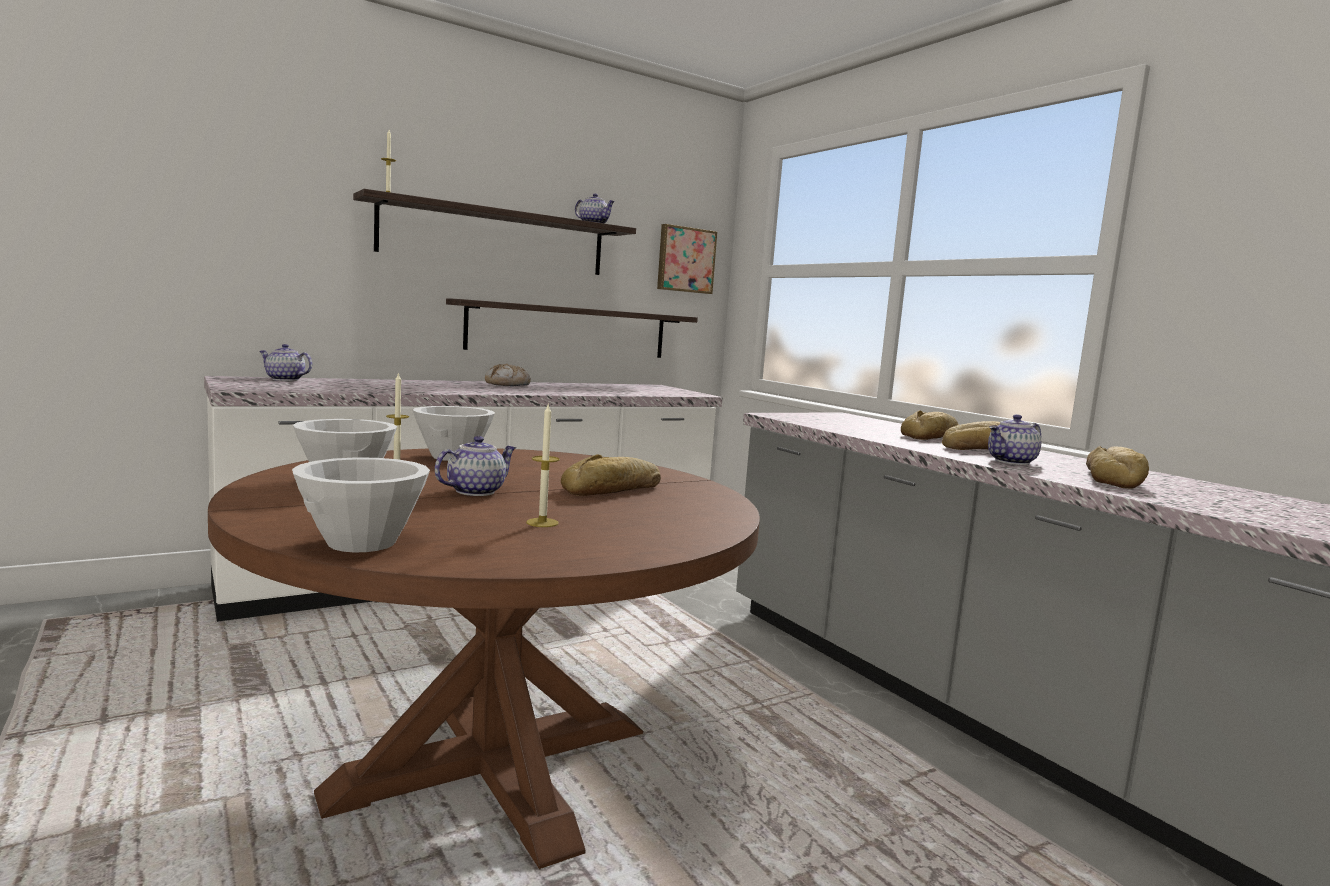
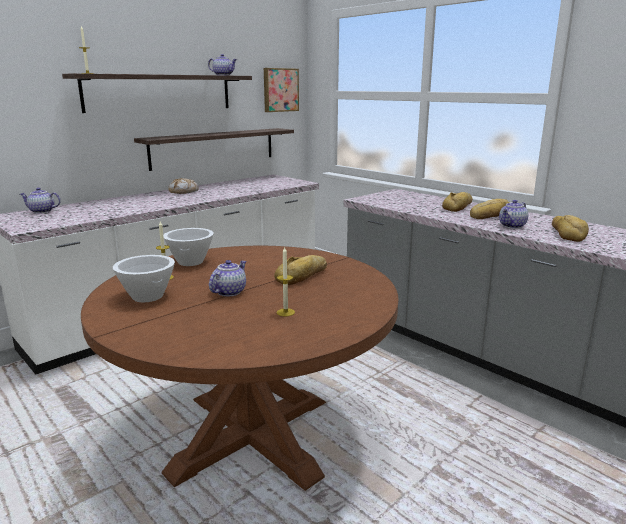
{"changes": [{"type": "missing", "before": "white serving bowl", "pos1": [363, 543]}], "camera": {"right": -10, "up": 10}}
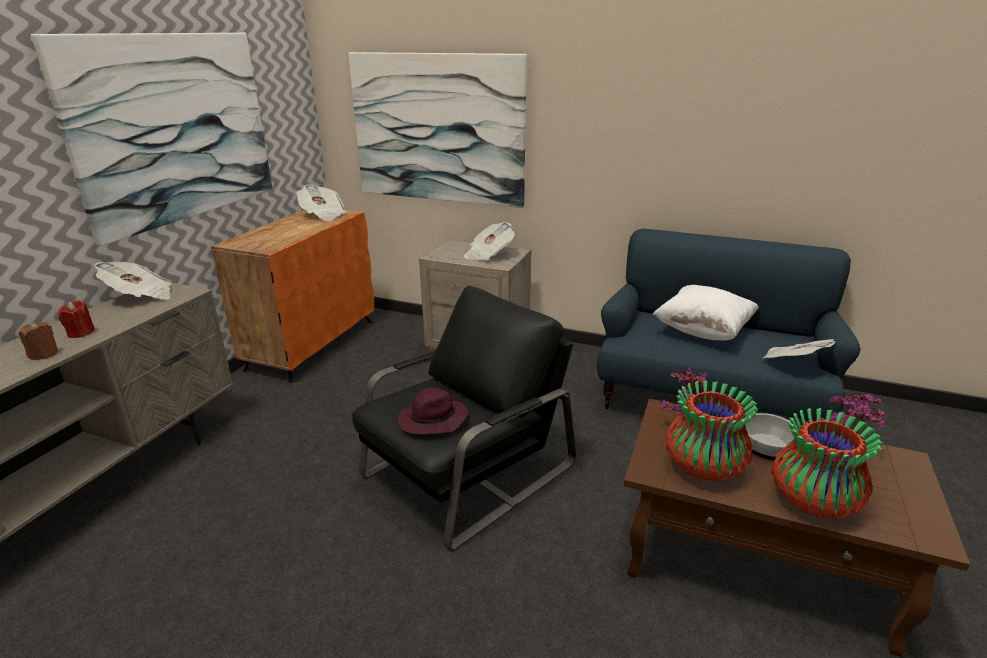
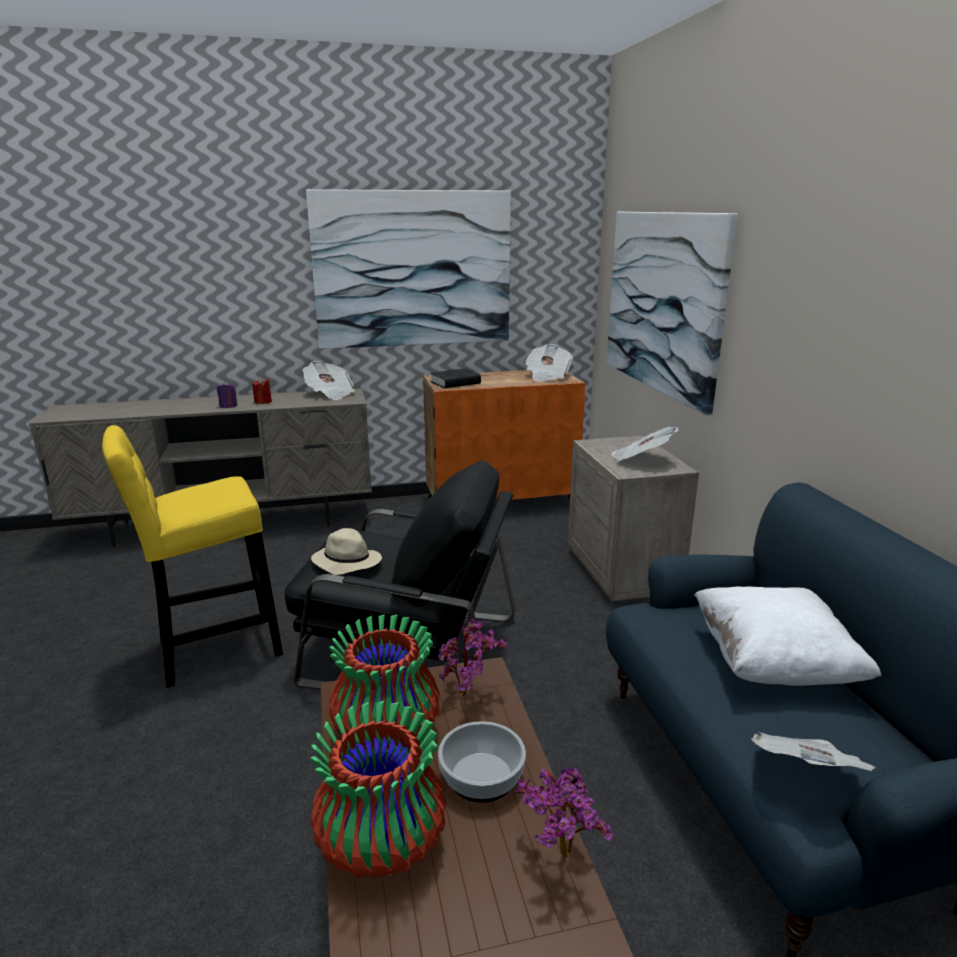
{"changes": [{"type": "colour", "before": "brownish candle", "after": "purplish candle", "pos1": [44, 354], "pos2": [228, 406]}, {"type": "colour", "before": "purplish wearable hat", "after": "sand-coloured wearable hat", "pos1": [432, 421], "pos2": [346, 562]}, {"type": "appeared", "after": "black-coloured book", "pos2": [455, 383]}, {"type": "appeared", "after": "yellowish stool", "pos2": [212, 650]}], "camera": {"right": 55, "up": -5}}
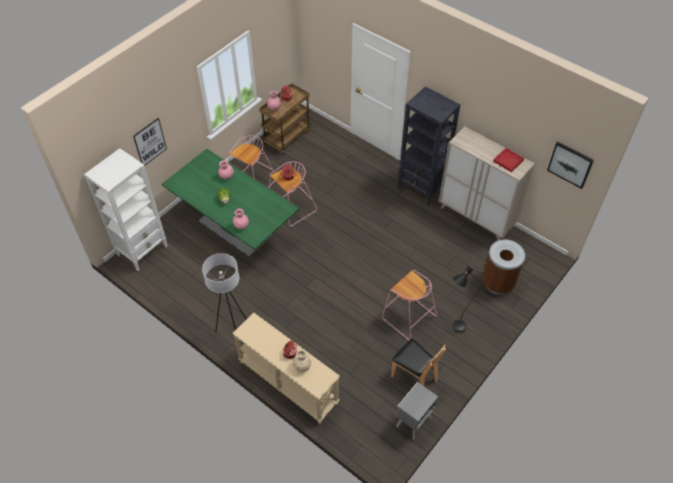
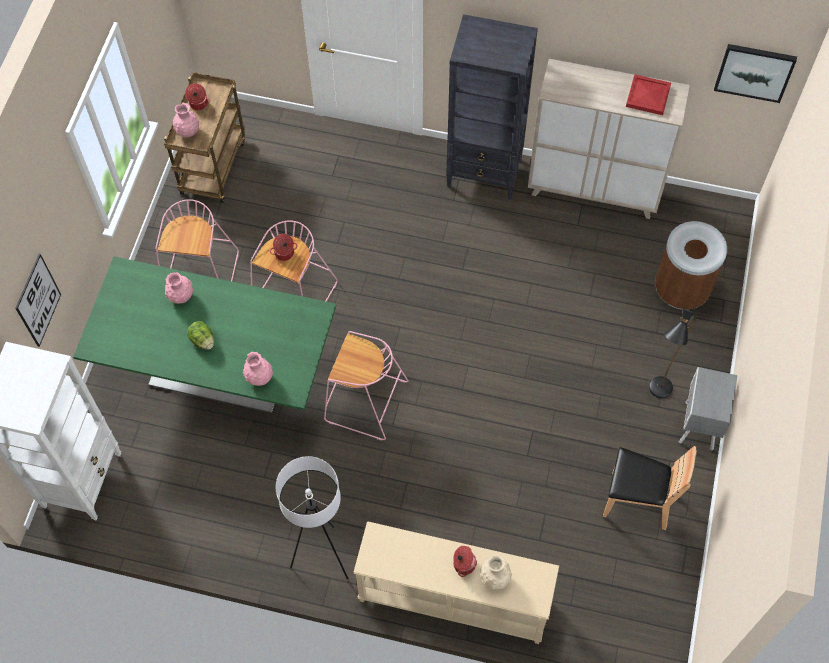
{"changes": [{"type": "relocated", "before": "pinkish stool", "pos1": [408, 317], "pos2": [364, 402]}, {"type": "relocated", "before": "gray bedside table", "pos1": [412, 422], "pos2": [698, 427]}], "camera": {"right": -25, "up": 10}}
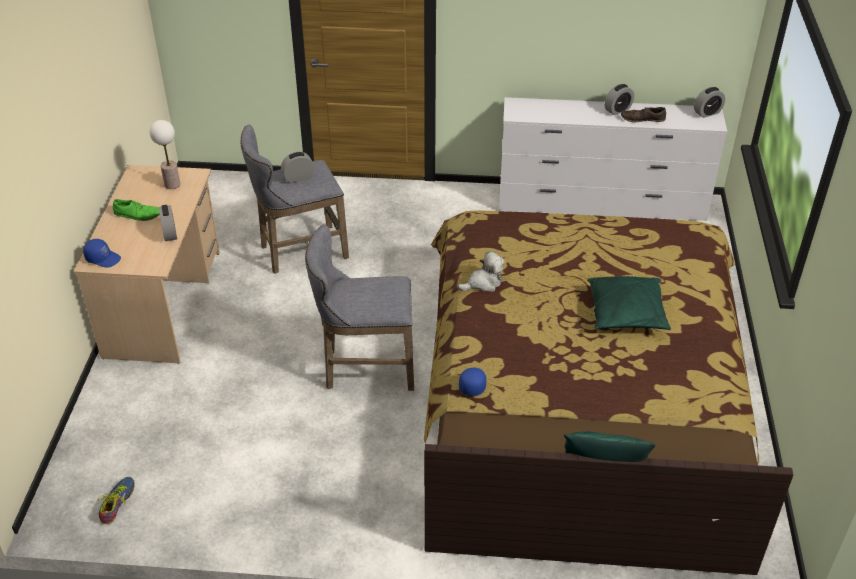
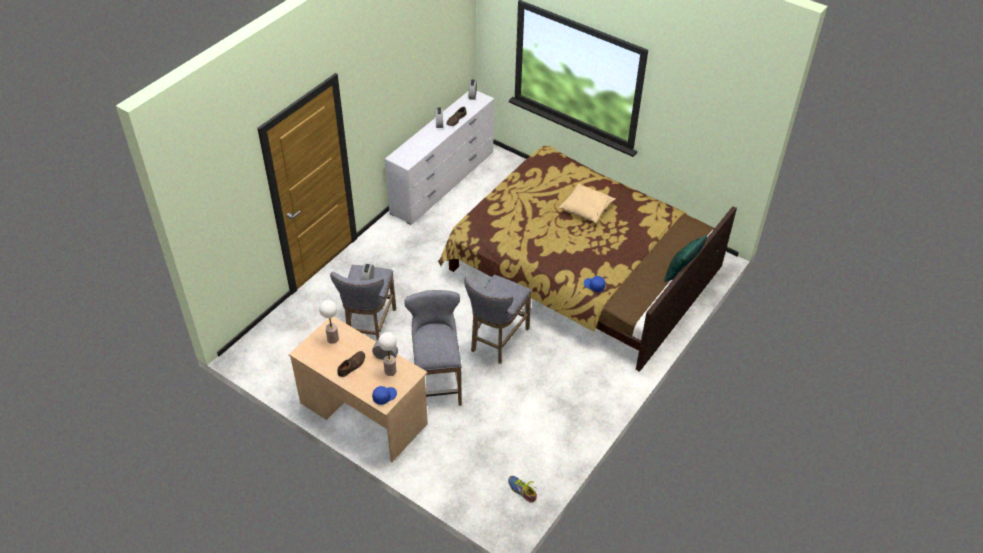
{"changes": [{"type": "colour", "before": "greenish item of footwear", "after": "brownish item of footwear", "pos1": [138, 214], "pos2": [351, 366]}, {"type": "missing", "before": "cuddly toy", "pos1": [483, 283]}, {"type": "colour", "before": "greenish throw pillow", "after": "sand-coloured throw pillow", "pos1": [626, 314], "pos2": [586, 209]}, {"type": "appeared", "after": "gray stool", "pos2": [437, 381]}, {"type": "appeared", "after": "lamp for a table", "pos2": [390, 371]}], "camera": {"right": -60, "up": 5}}
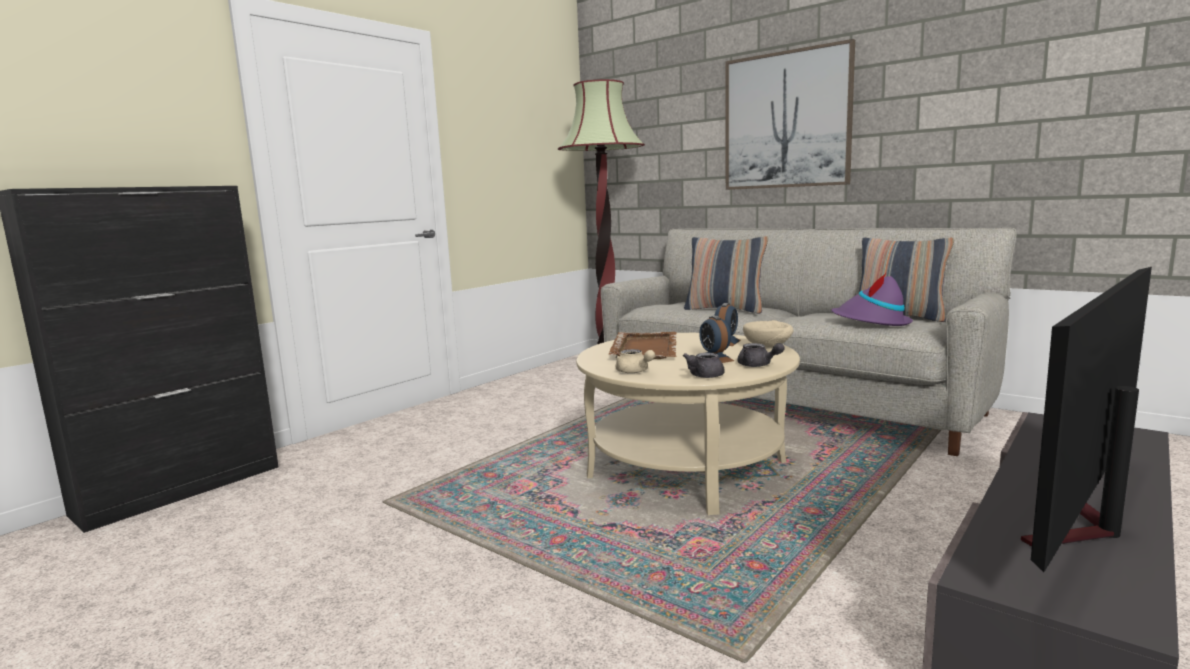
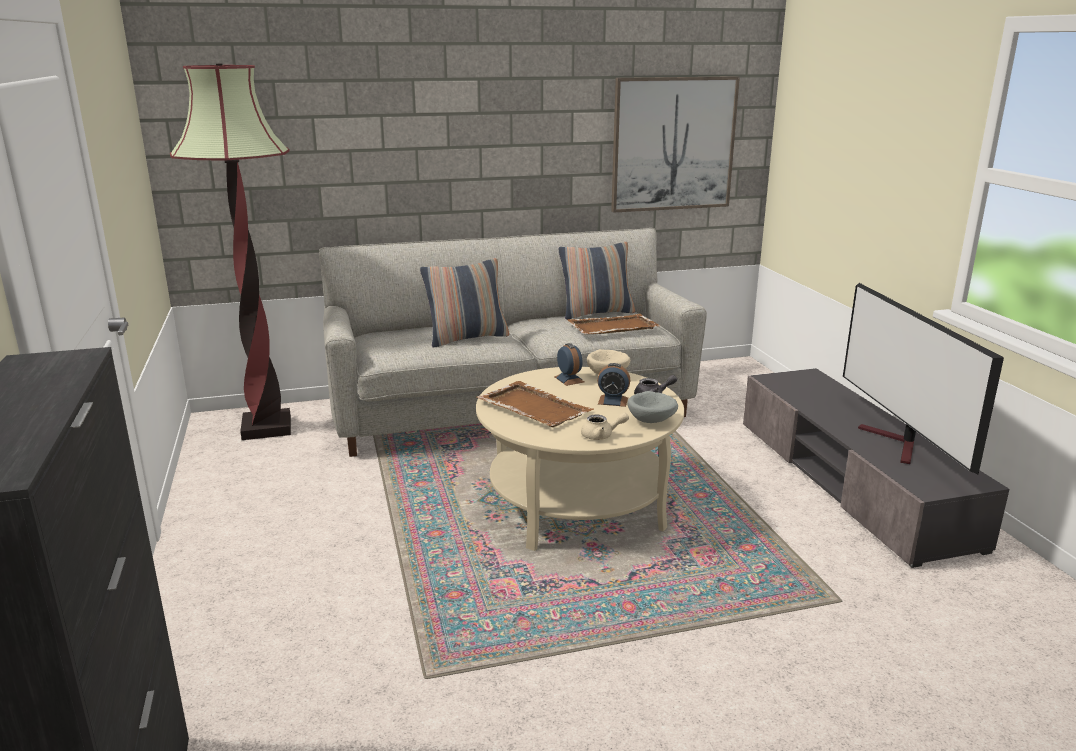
{"changes": [{"type": "relocated", "before": "picture", "pos1": [786, 120], "pos2": [673, 144]}, {"type": "exchanged", "before": "purplish wearable hat", "after": "brownish tray", "pos1": [871, 322], "pos2": [612, 327]}, {"type": "exchanged", "before": "gray teapot", "after": "gray serving bowl", "pos1": [703, 376], "pos2": [652, 421]}], "camera": {"right": -55, "up": 10}}
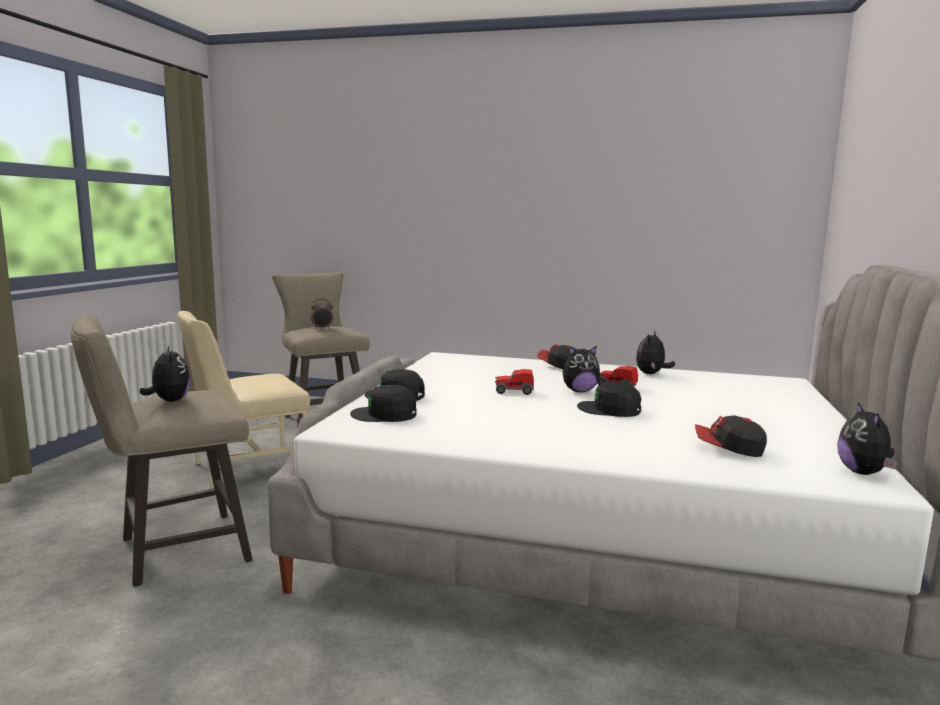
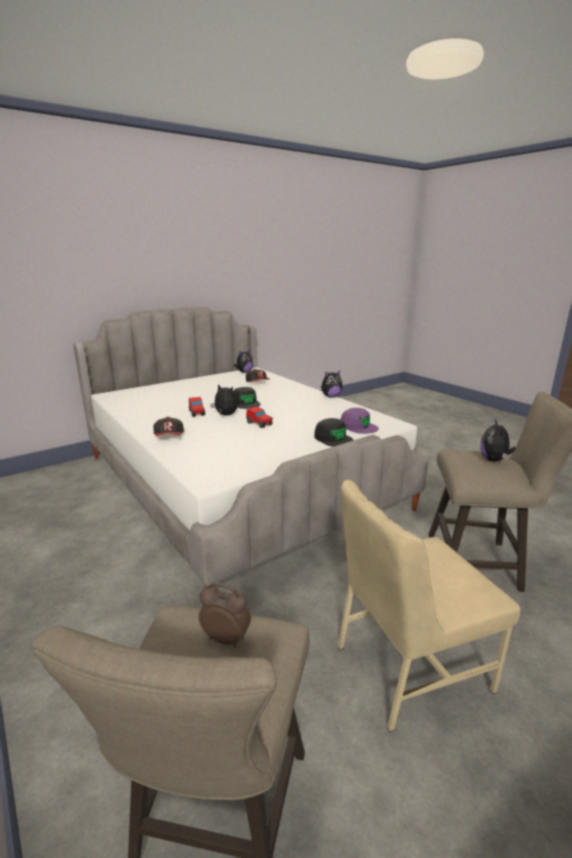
{"changes": [{"type": "spun", "before": "sand-coloured plain chair", "pos1": [248, 468], "pos2": [408, 666], "turn": 150}, {"type": "relocated", "before": "cuddly toy", "pos1": [651, 374], "pos2": [331, 396]}, {"type": "colour", "before": "black-coloured baseball cap", "after": "purplish baseball cap", "pos1": [385, 414], "pos2": [358, 426]}], "camera": {"right": -140, "up": 10}}
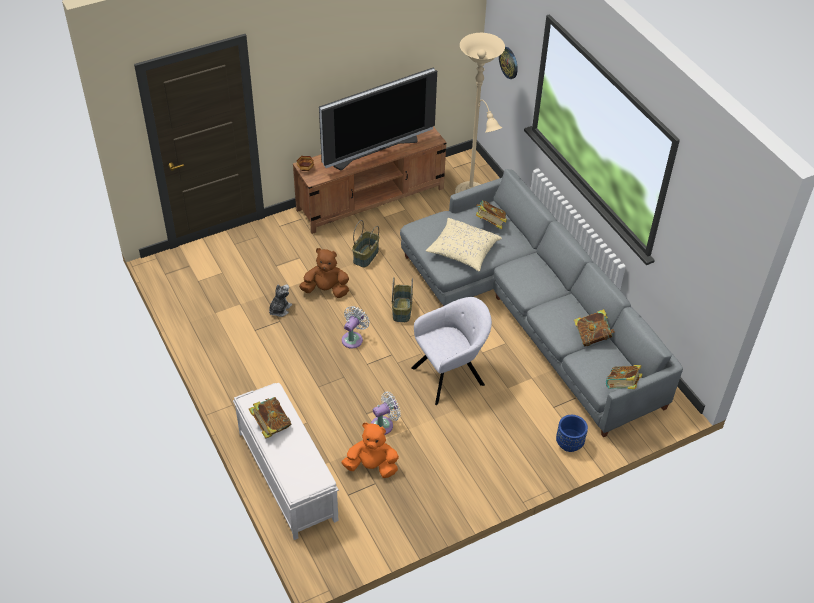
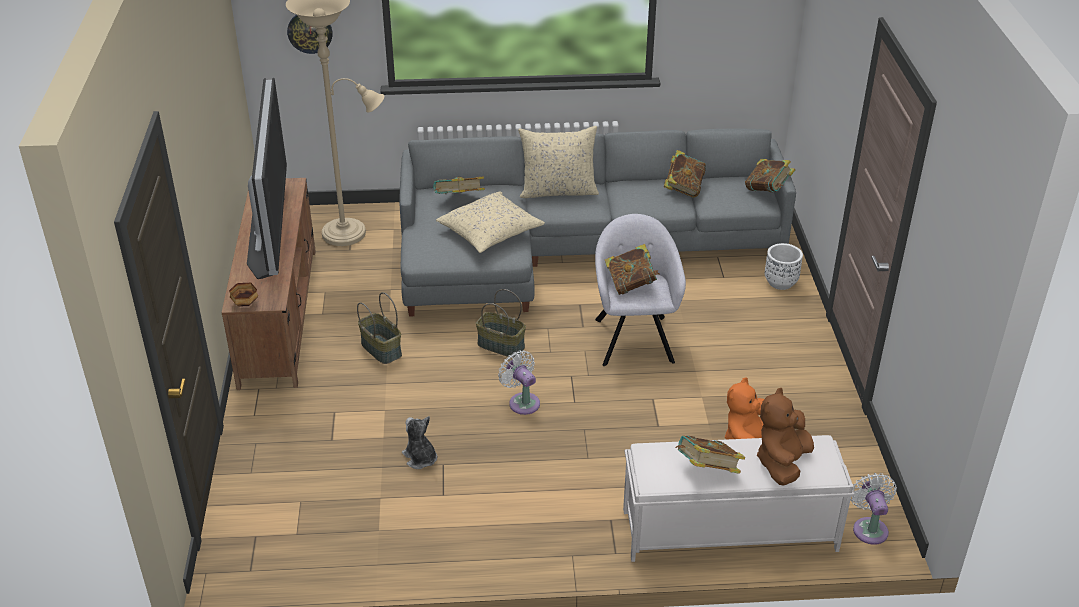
{"changes": [{"type": "relocated", "before": "brownish cuddly toy", "pos1": [326, 290], "pos2": [782, 463]}, {"type": "relocated", "before": "white fan", "pos1": [384, 424], "pos2": [869, 528]}, {"type": "colour", "before": "blue-coloured flower pot", "after": "white flower pot", "pos1": [569, 444], "pos2": [781, 282]}, {"type": "appeared", "after": "sand-coloured throw pillow", "pos2": [558, 191]}, {"type": "appeared", "after": "book", "pos2": [631, 285]}], "camera": {"right": -65, "up": -10}}
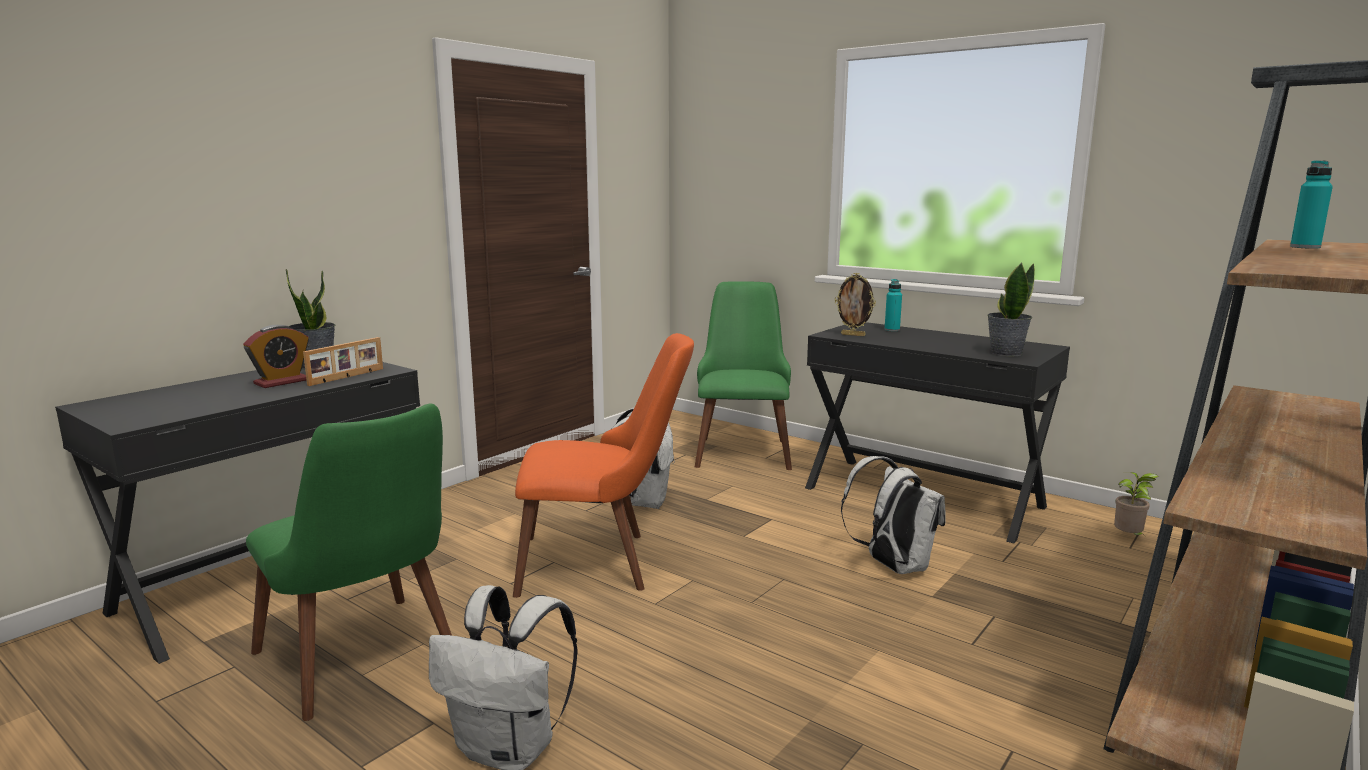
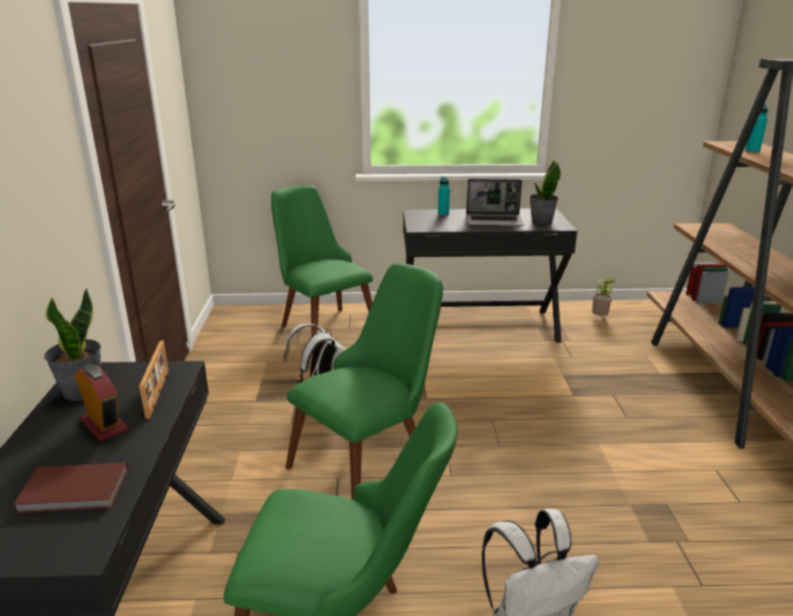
{"changes": [{"type": "missing", "before": "picture frame", "pos1": [853, 335]}, {"type": "spun", "before": "table clock", "pos1": [281, 382], "pos2": [104, 425], "turn": -45}, {"type": "colour", "before": "orange plain chair", "after": "greenish plain chair", "pos1": [603, 561], "pos2": [371, 460]}, {"type": "missing", "before": "white knapsack", "pos1": [892, 566]}, {"type": "appeared", "after": "notebook computer", "pos2": [494, 221]}, {"type": "appeared", "after": "brownish book", "pos2": [75, 492]}], "camera": {"right": -40, "up": 10}}
